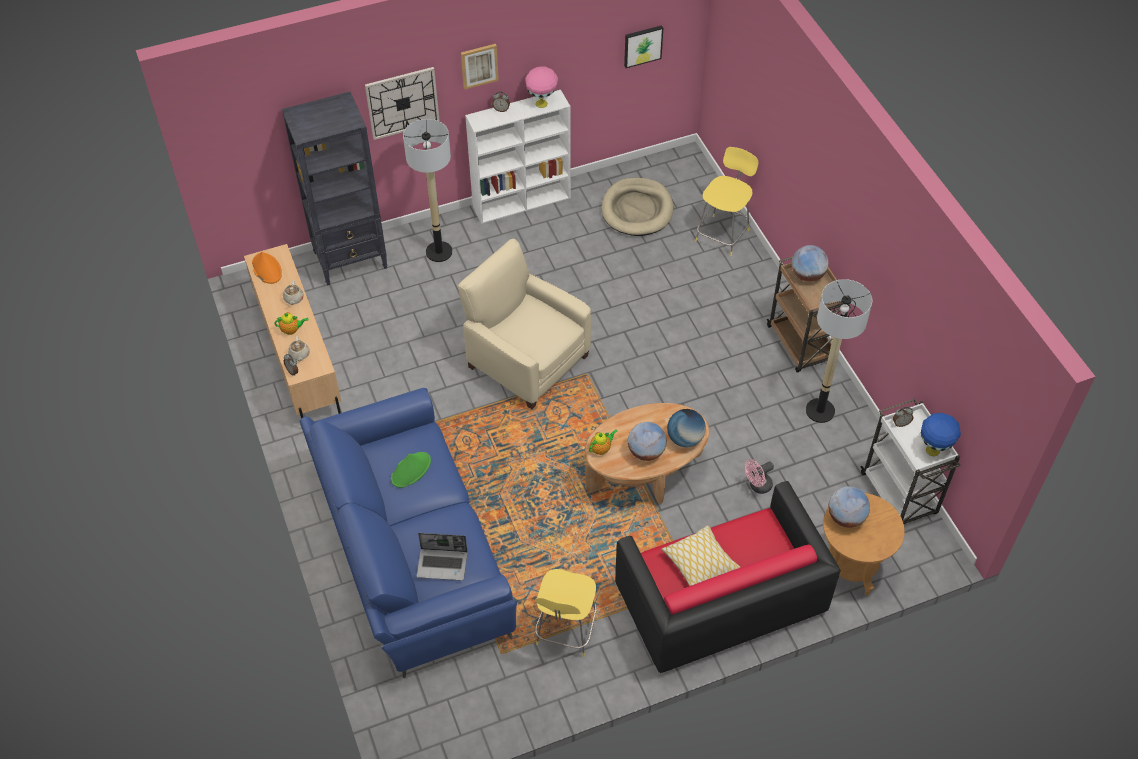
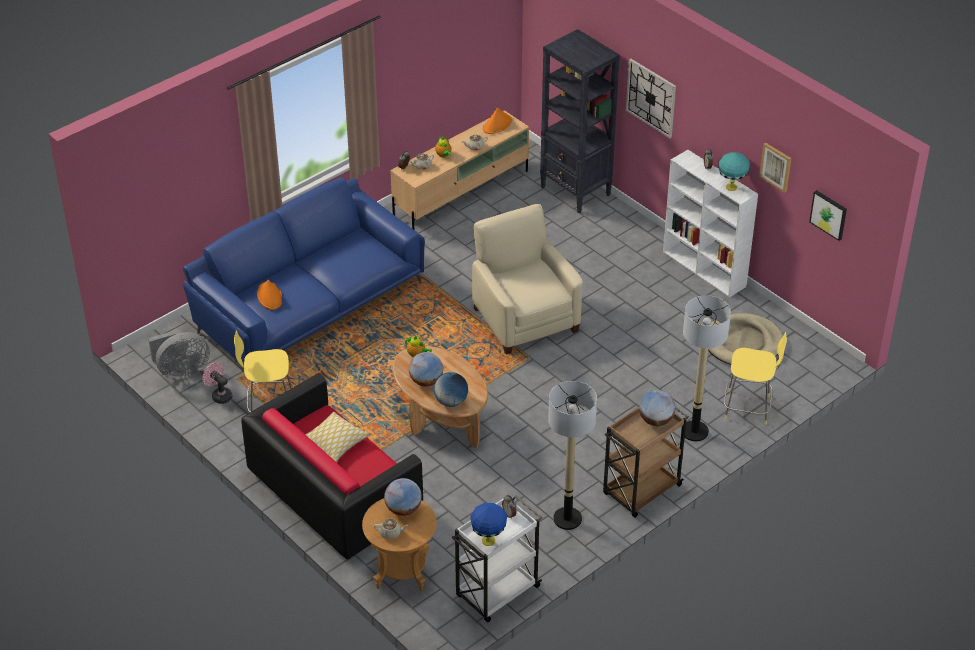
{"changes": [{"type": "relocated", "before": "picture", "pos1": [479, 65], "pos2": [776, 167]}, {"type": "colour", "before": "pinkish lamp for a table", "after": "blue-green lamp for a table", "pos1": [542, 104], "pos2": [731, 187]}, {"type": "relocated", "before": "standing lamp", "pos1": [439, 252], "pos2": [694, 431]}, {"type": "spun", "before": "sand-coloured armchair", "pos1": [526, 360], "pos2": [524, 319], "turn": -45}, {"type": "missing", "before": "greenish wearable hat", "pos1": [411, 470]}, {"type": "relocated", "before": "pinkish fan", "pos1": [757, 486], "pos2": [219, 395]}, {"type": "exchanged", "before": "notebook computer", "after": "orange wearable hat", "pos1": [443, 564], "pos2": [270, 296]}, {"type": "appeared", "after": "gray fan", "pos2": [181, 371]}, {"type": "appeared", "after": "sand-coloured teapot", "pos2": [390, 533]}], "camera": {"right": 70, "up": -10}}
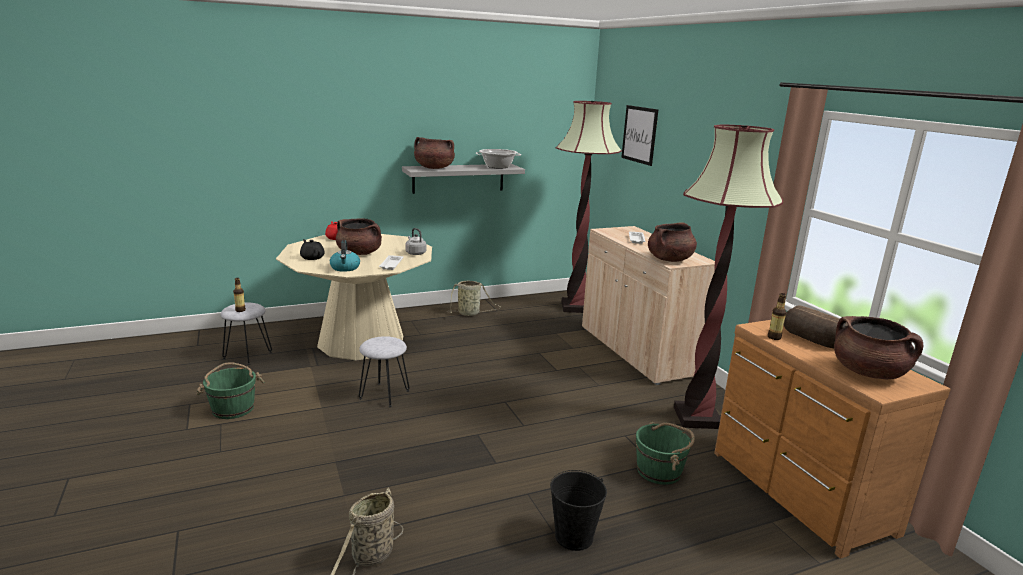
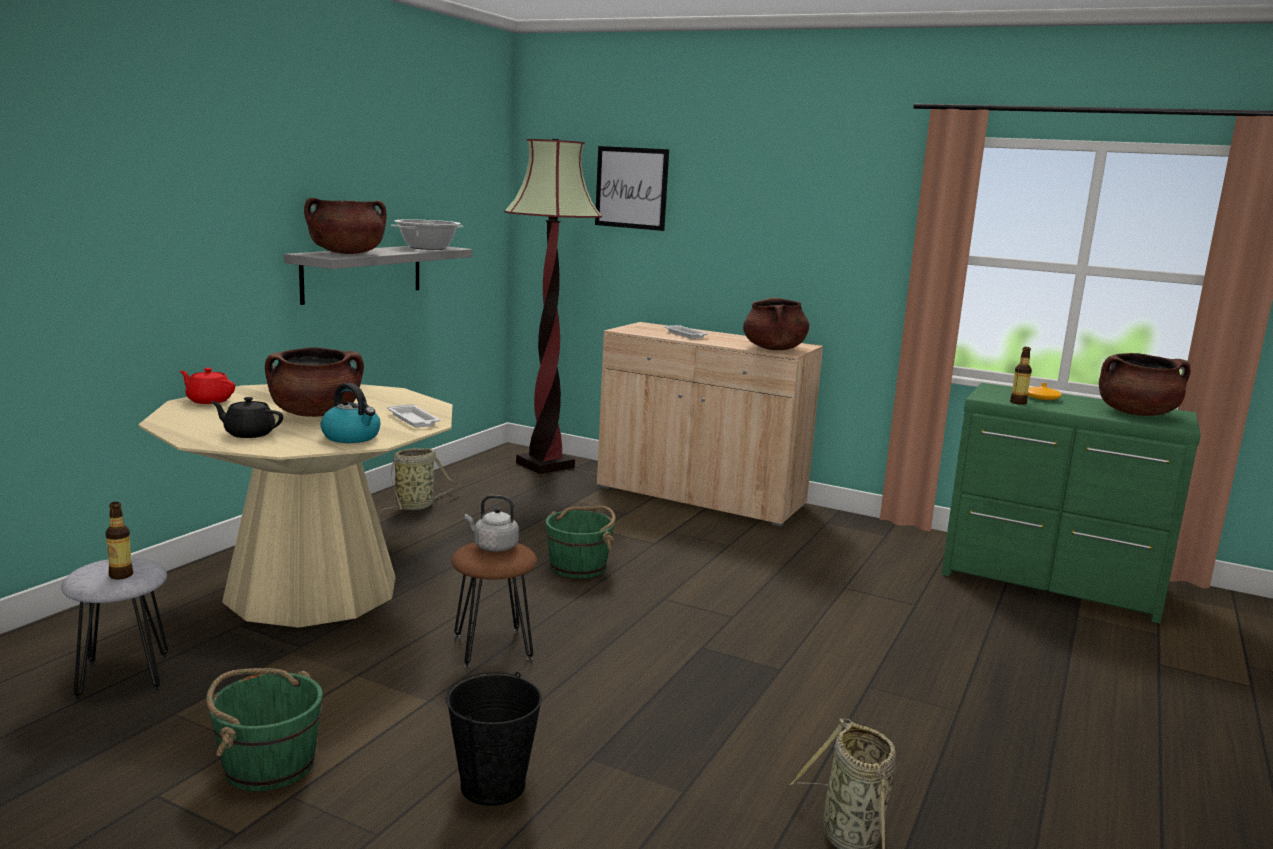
{"changes": [{"type": "missing", "before": "standing lamp", "pos1": [697, 418]}, {"type": "relocated", "before": "gray kettle", "pos1": [415, 253], "pos2": [493, 547]}, {"type": "exchanged", "before": "baked bread", "after": "orange decorative vase", "pos1": [810, 339], "pos2": [1041, 398]}, {"type": "colour", "before": "brownish chest of drawers", "after": "greenish chest of drawers", "pos1": [798, 493], "pos2": [1051, 583]}, {"type": "colour", "before": "gray stool", "after": "brownish stool", "pos1": [384, 395], "pos2": [493, 648]}, {"type": "relocated", "before": "greenish bucket", "pos1": [660, 471], "pos2": [579, 567]}, {"type": "relocated", "before": "black-coloured bucket", "pos1": [574, 537], "pos2": [493, 785]}], "camera": {"right": -40, "up": -5}}
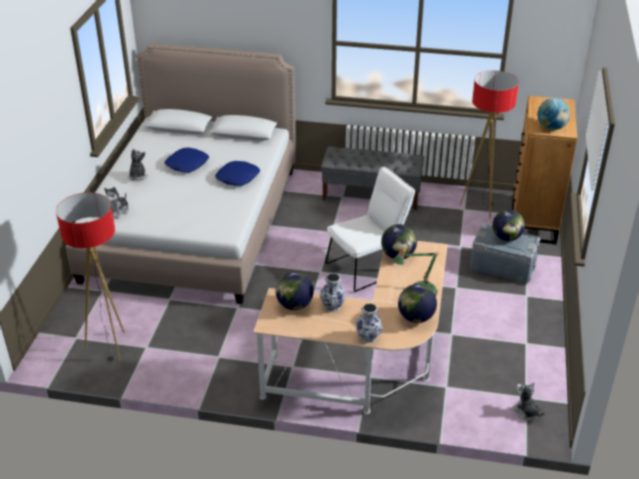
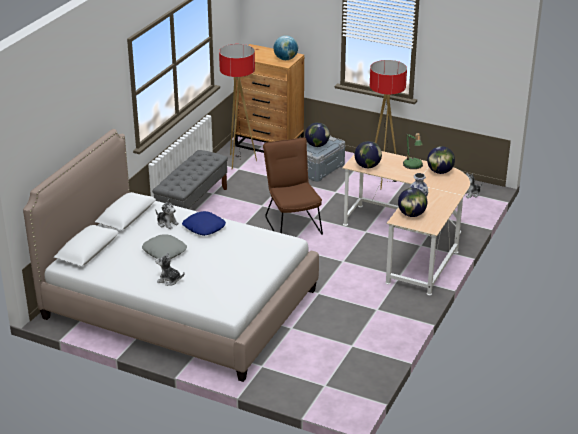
{"changes": [{"type": "colour", "before": "blue-coloured throw pillow", "after": "gray throw pillow", "pos1": [187, 164], "pos2": [164, 251]}, {"type": "colour", "before": "white plain chair", "after": "brownish plain chair", "pos1": [368, 266], "pos2": [292, 223]}, {"type": "relocated", "before": "cuddly toy", "pos1": [118, 211], "pos2": [167, 223]}, {"type": "relocated", "before": "standing lamp", "pos1": [109, 347], "pos2": [383, 180]}, {"type": "missing", "before": "decorative vase", "pos1": [369, 337]}], "camera": {"right": -75, "up": -5}}
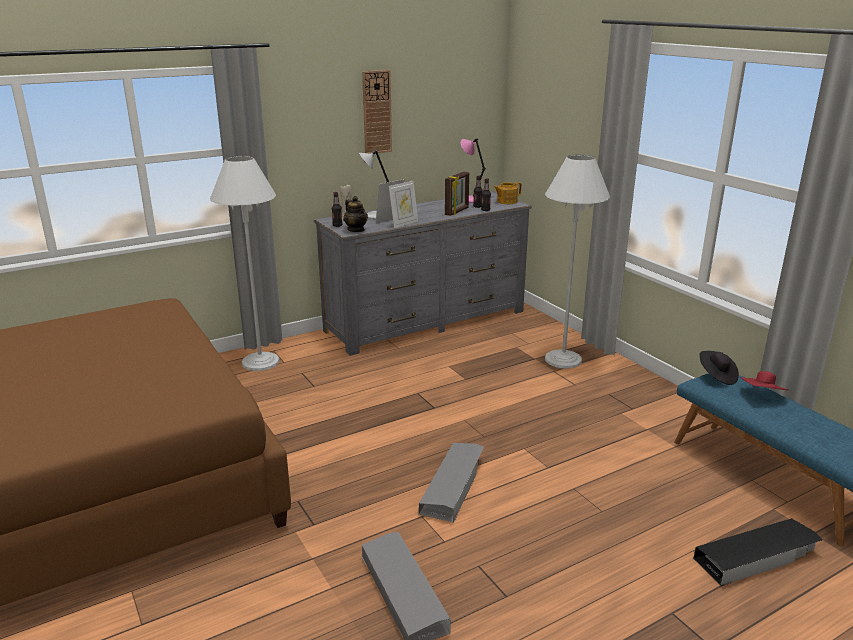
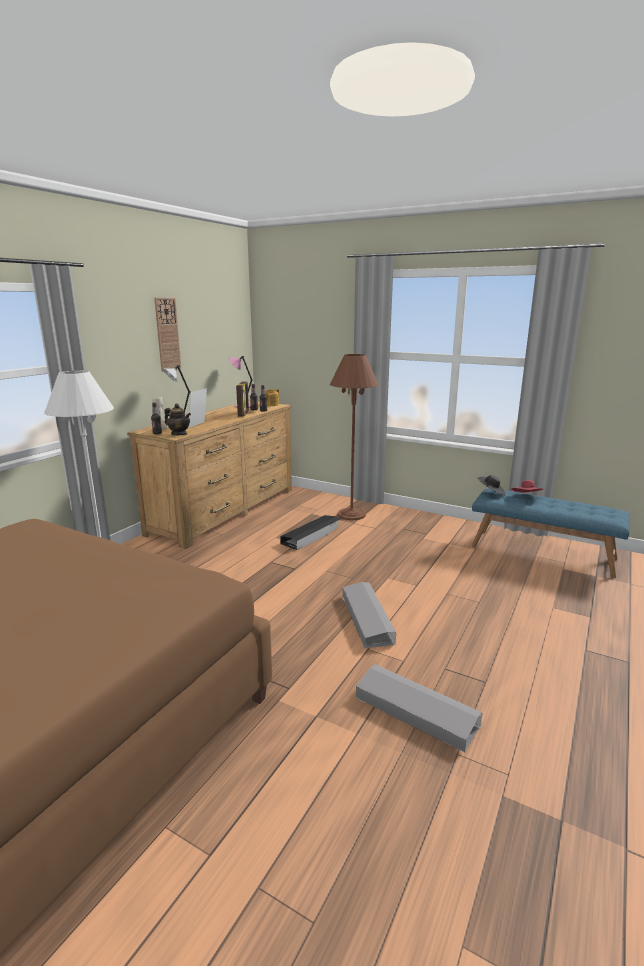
{"changes": [{"type": "colour", "before": "white standing lamp", "after": "brownish standing lamp", "pos1": [563, 359], "pos2": [351, 514]}, {"type": "missing", "before": "picture frame", "pos1": [404, 224]}, {"type": "colour", "before": "gray chest of drawers", "after": "brownish chest of drawers", "pos1": [426, 321], "pos2": [225, 510]}, {"type": "relocated", "before": "black-coloured storage container", "pos1": [756, 557], "pos2": [312, 535]}], "camera": {"right": -30, "up": -5}}
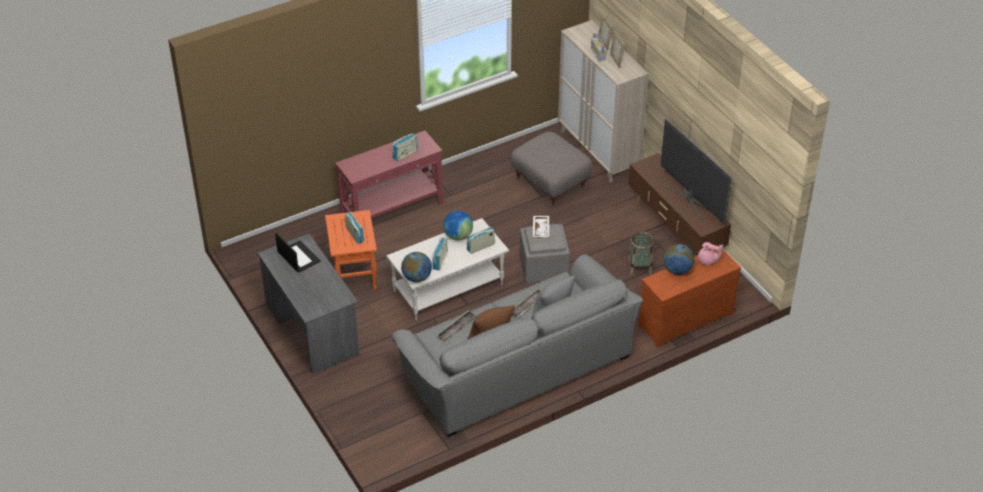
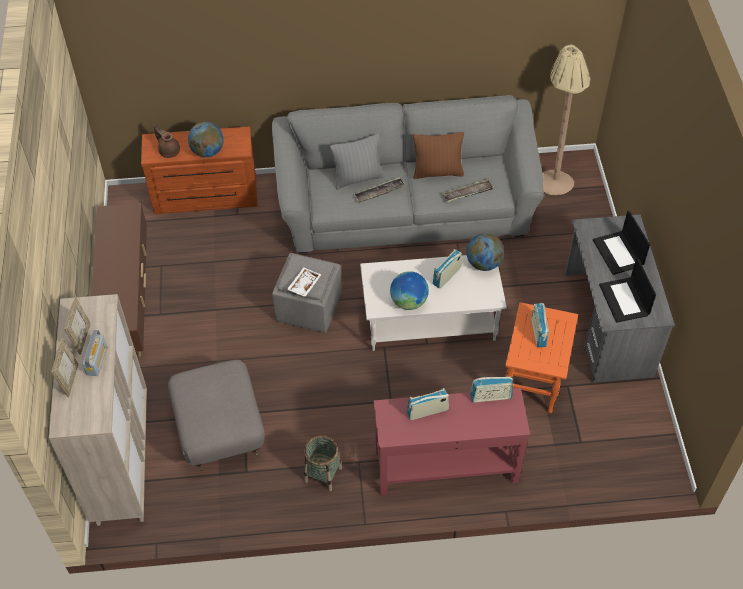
{"changes": [{"type": "missing", "before": "TV set", "pos1": [691, 199]}, {"type": "relocated", "before": "radio", "pos1": [480, 247], "pos2": [491, 396]}, {"type": "relocated", "before": "basket", "pos1": [640, 266], "pos2": [323, 474]}, {"type": "colour", "before": "pinkish teapot", "after": "brownish teapot", "pos1": [707, 261], "pos2": [169, 151]}, {"type": "appeared", "after": "sand-coloured standing lamp", "pos2": [553, 176]}, {"type": "appeared", "after": "notebook computer", "pos2": [618, 253]}], "camera": {"right": -155, "up": 10}}
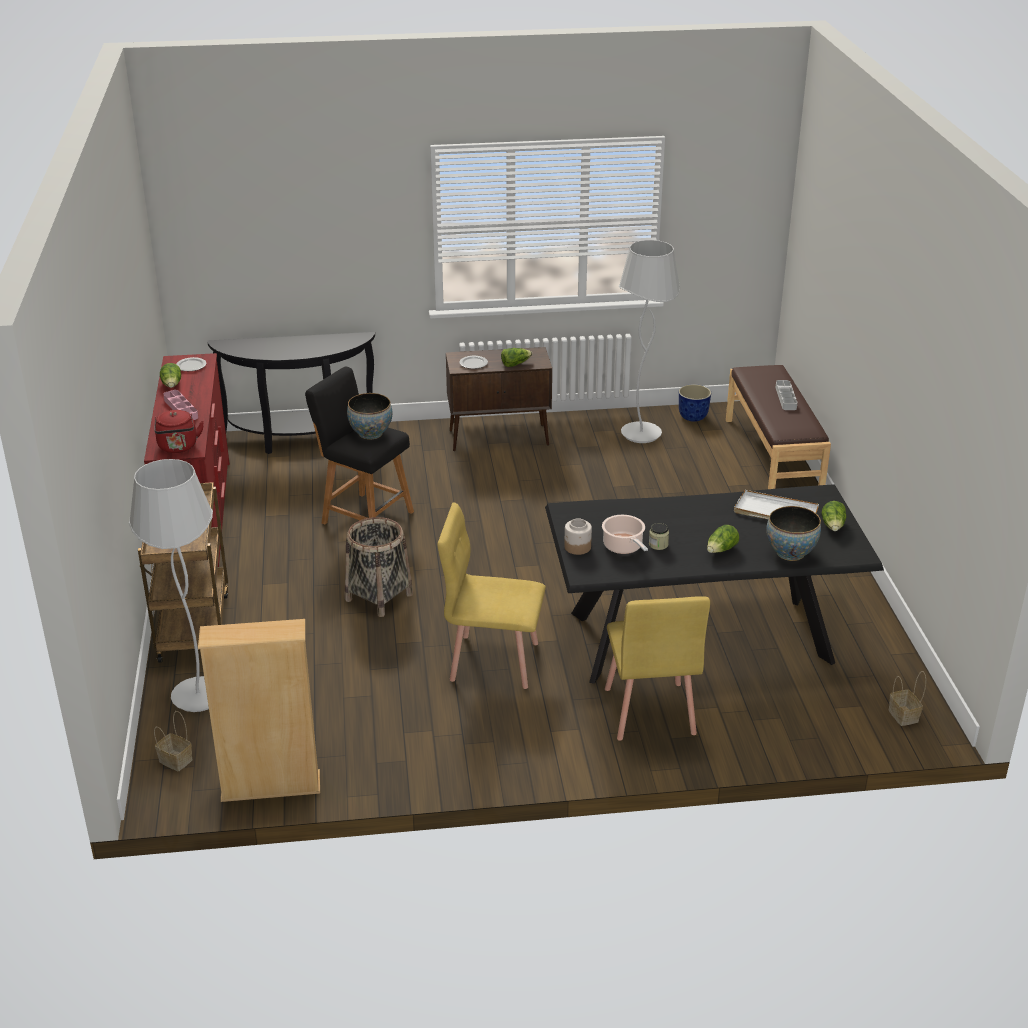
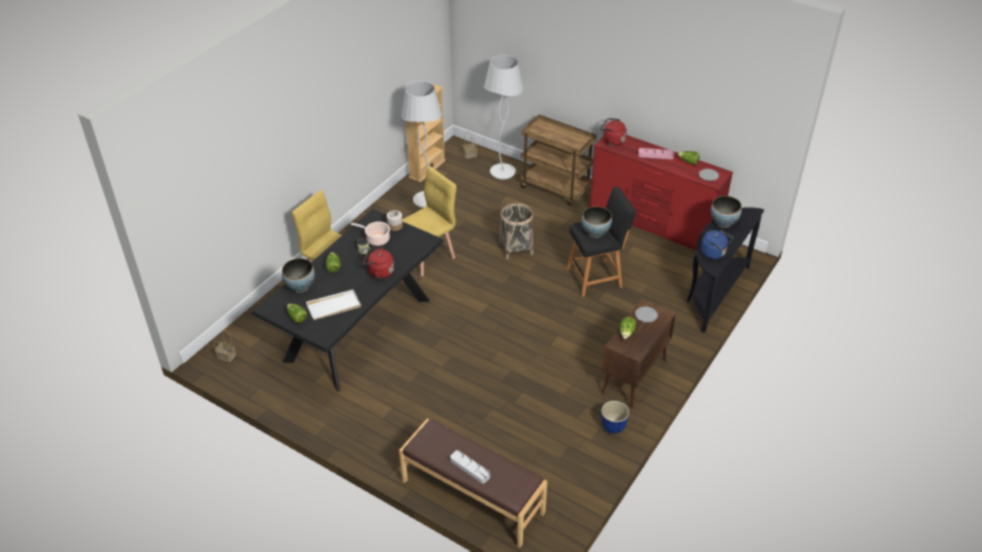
{"changes": [{"type": "relocated", "before": "white standing lamp", "pos1": [641, 434], "pos2": [426, 201]}, {"type": "relocated", "before": "flower pot", "pos1": [693, 417], "pos2": [613, 427]}, {"type": "appeared", "after": "serving bowl", "pos2": [723, 222]}, {"type": "appeared", "after": "blue-coloured kettle", "pos2": [714, 253]}, {"type": "appeared", "after": "red-coloured kettle", "pos2": [379, 272]}], "camera": {"right": 130, "up": 10}}
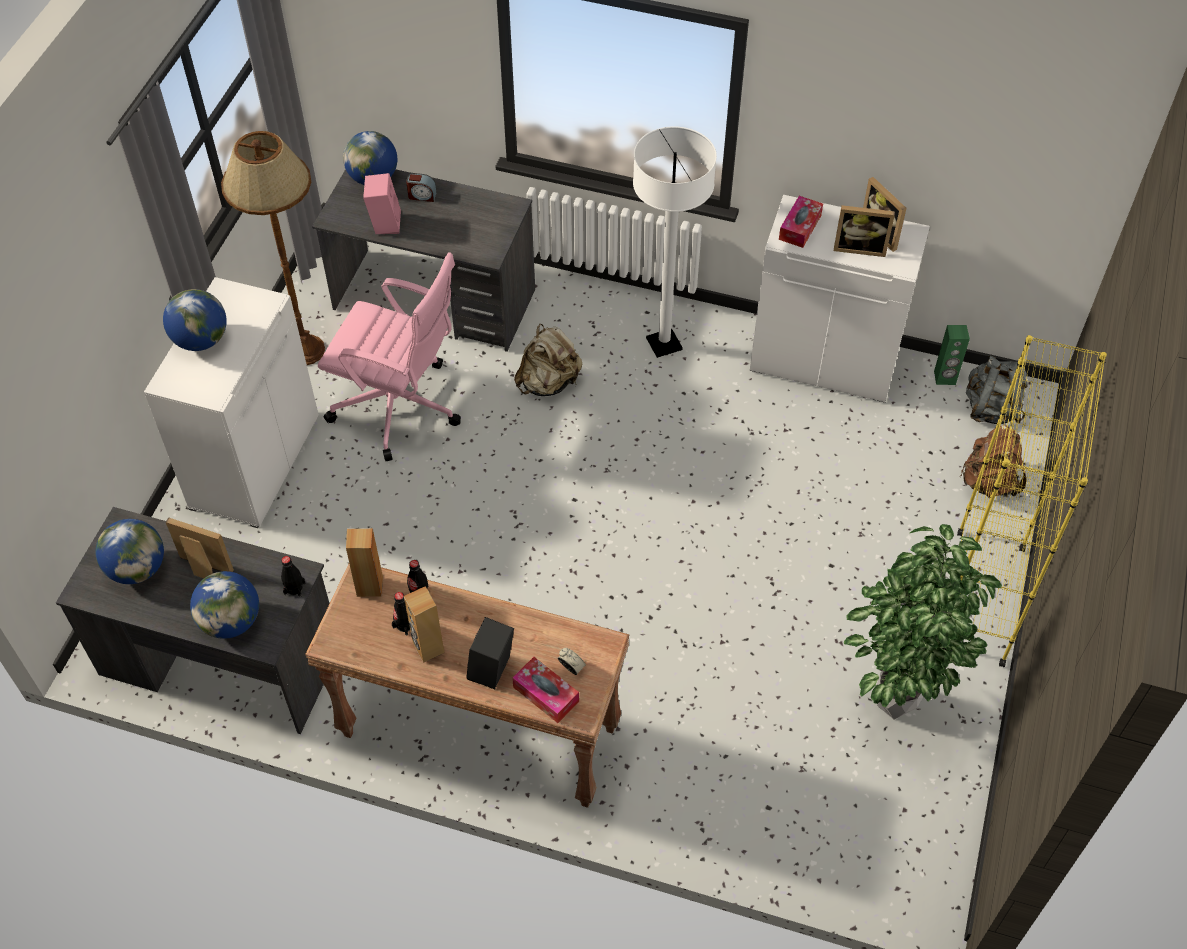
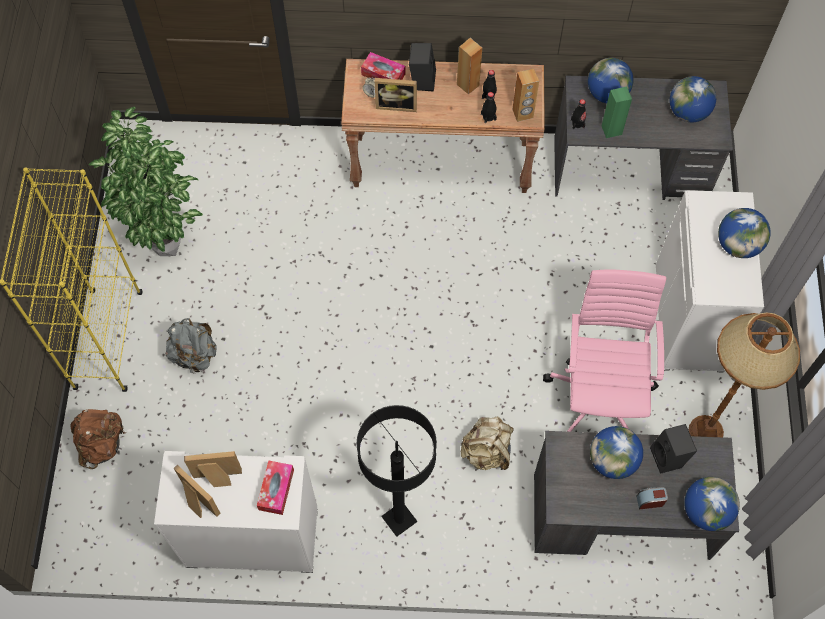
{"changes": [{"type": "colour", "before": "white standing lamp", "after": "black-coloured standing lamp", "pos1": [664, 344], "pos2": [399, 519]}, {"type": "colour", "before": "pinkish speaker", "after": "black-coloured speaker", "pos1": [384, 223], "pos2": [669, 458]}, {"type": "spun", "before": "pinkish computer chair", "pos1": [400, 408], "pos2": [600, 395], "turn": 90}, {"type": "relocated", "before": "greenish speaker", "pos1": [944, 378], "pos2": [611, 130]}, {"type": "relocated", "before": "gray knapsack", "pos1": [991, 408], "pos2": [194, 355]}, {"type": "relocated", "before": "picture frame", "pos1": [203, 569], "pos2": [396, 104]}, {"type": "appeared", "after": "globe", "pos2": [612, 460]}], "camera": {"right": 165, "up": 10}}
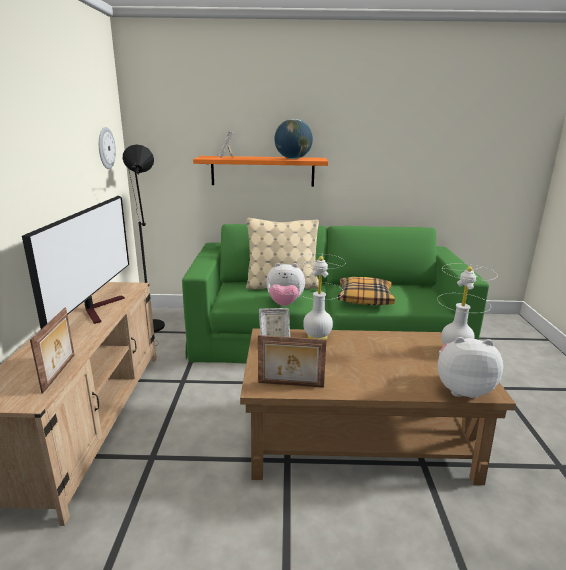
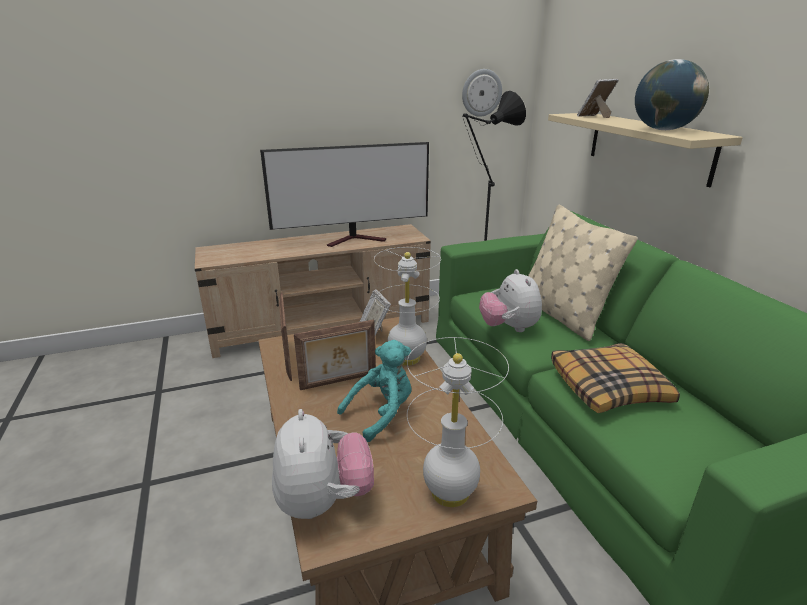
{"changes": [{"type": "colour", "before": "orange wall shelf", "after": "sand-coloured wall shelf", "pos1": [262, 171], "pos2": [648, 146]}, {"type": "relocated", "before": "picture frame", "pos1": [60, 372], "pos2": [339, 382]}, {"type": "appeared", "after": "blue-green cuddly toy", "pos2": [382, 413]}], "camera": {"right": 70, "up": 5}}
